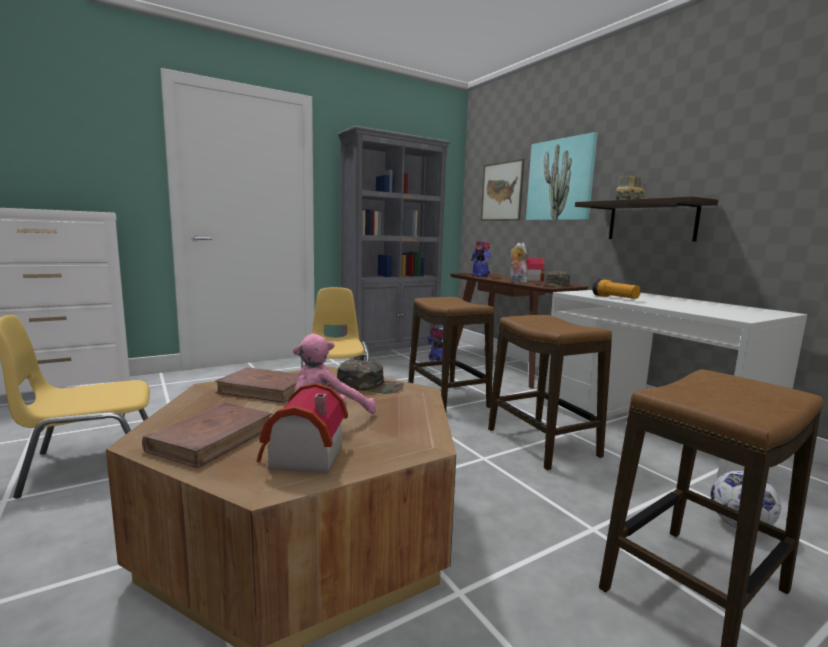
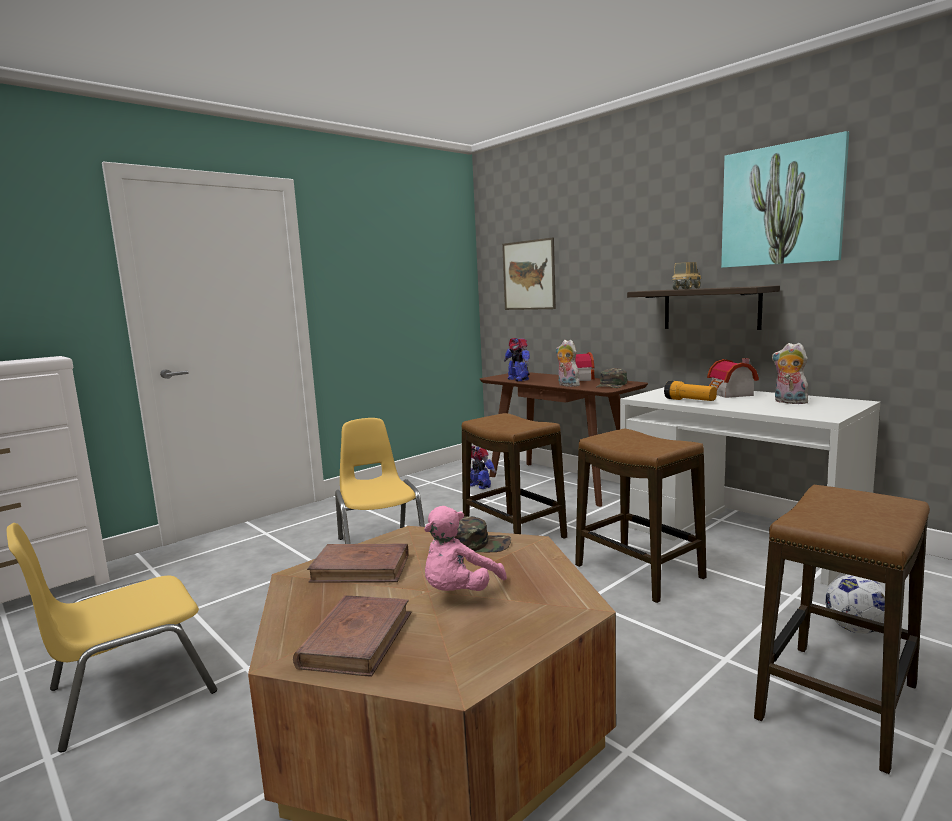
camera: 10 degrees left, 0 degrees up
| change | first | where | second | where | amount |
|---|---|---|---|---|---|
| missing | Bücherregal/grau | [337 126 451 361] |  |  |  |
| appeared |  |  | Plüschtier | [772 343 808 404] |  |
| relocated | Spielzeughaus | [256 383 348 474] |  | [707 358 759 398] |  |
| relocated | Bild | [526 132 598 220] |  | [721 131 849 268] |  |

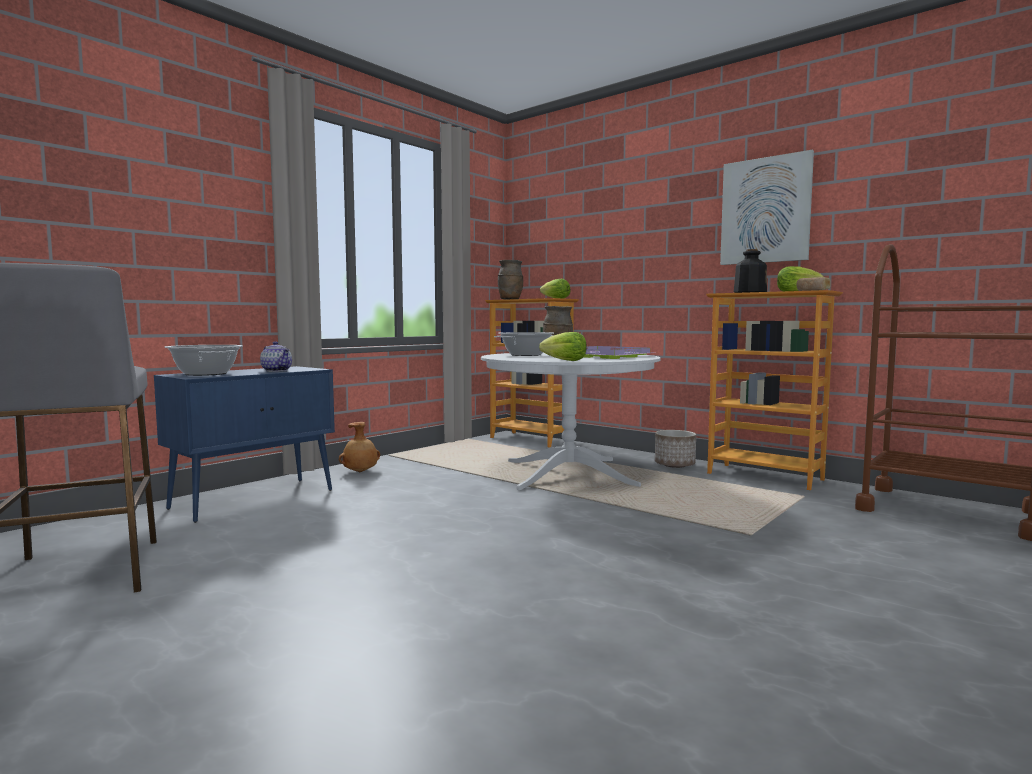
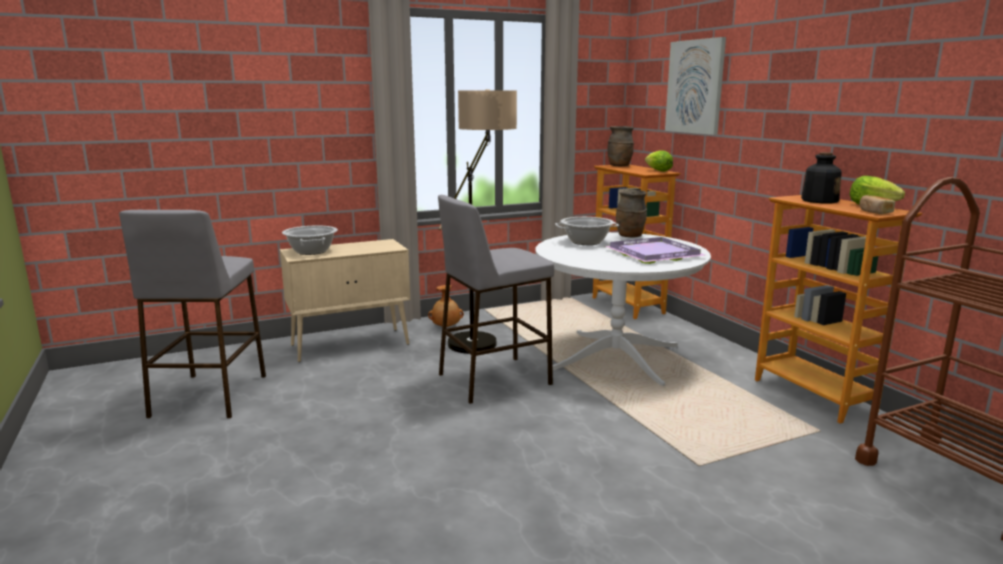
camera: 25 degrees right, 10 degrees up
| change | first | where | second | where | amount |
|---|---|---|---|---|---|
| missing | Teekanne | [260 341 292 372] |  |  |  |
| missing | Salatkopf | [539 332 587 361] |  |  |  |
| missing | Pflanzkübel | [655 430 696 468] |  |  |  |
| appeared |  |  | Hocker/grau | [438 195 554 404] |  |
| appeared |  |  | Stehlampe | [439 89 517 354] |  |
| relocated | Bild | [720 150 814 265] |  | [665 37 726 135] |  |
| colour | Schrank/blau | [154 366 335 523] | Schrank/beige | [280 239 410 362] |  |

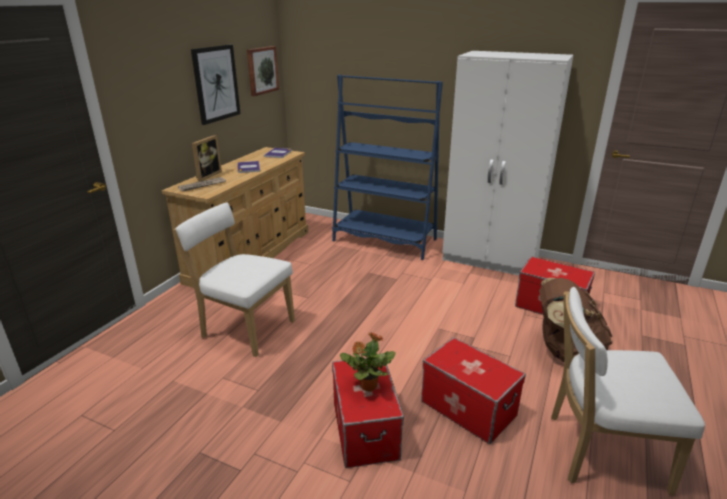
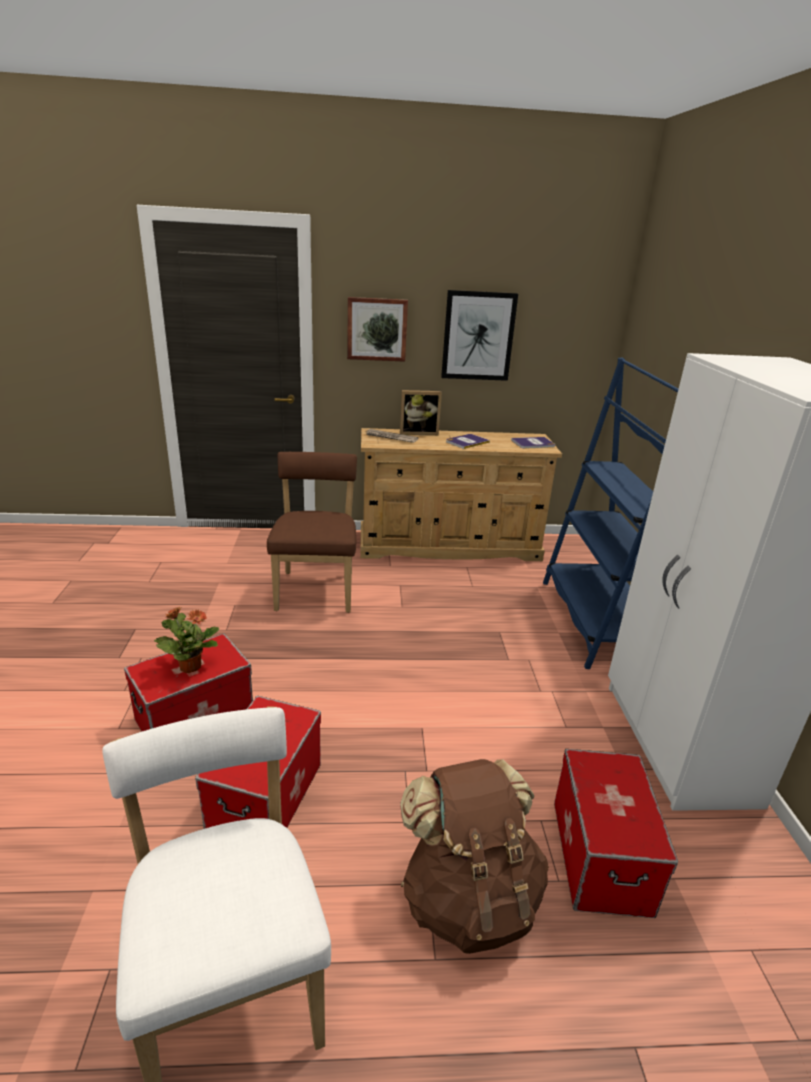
camera: 60 degrees right, 0 degrees up
| change | first | where | second | where | amount |
|---|---|---|---|---|---|
| relocated | Bild | [247 46 279 96] |  | [347 297 408 362] |  |
| colour | Stuhl/weiß | [173 203 295 357] | Stuhl/braun | [267 452 357 613] |  |

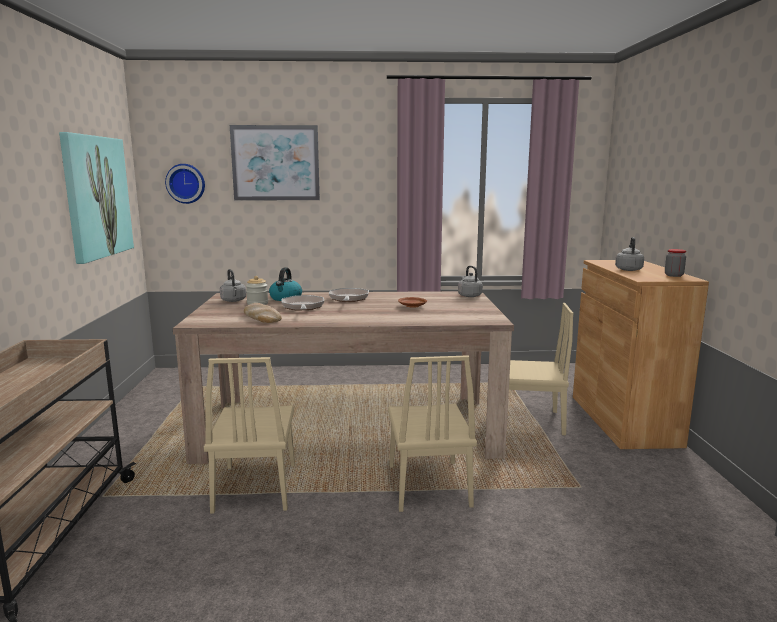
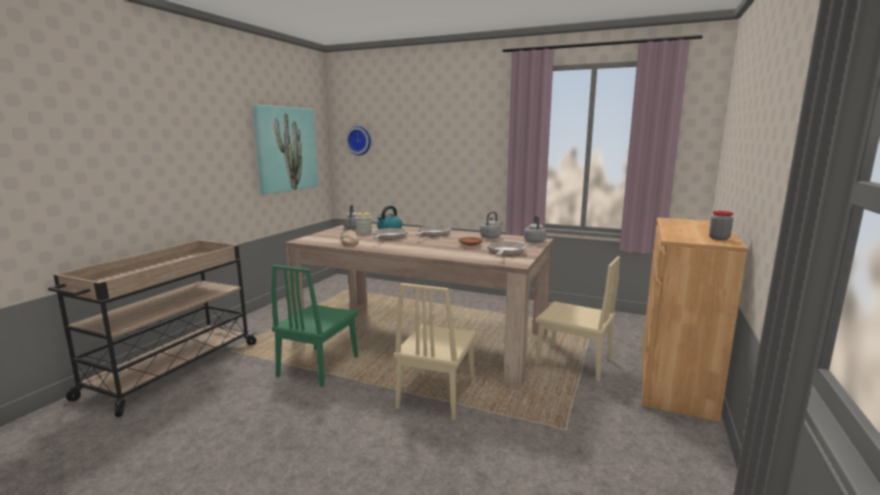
camera: 25 degrees right, 0 degrees up
| change | first | where | second | where | amount |
|---|---|---|---|---|---|
| missing | Bild | [230 125 320 200] |  |  |  |
| appeared |  |  | Pfanne | [487 241 527 256] |  |
| relocated | Wasserkessel/grau | [615 237 644 271] |  | [480 212 503 238] |  |
| colour | Stuhl/beige | [204 357 295 514] | Stuhl/grün | [271 265 358 387] |  |

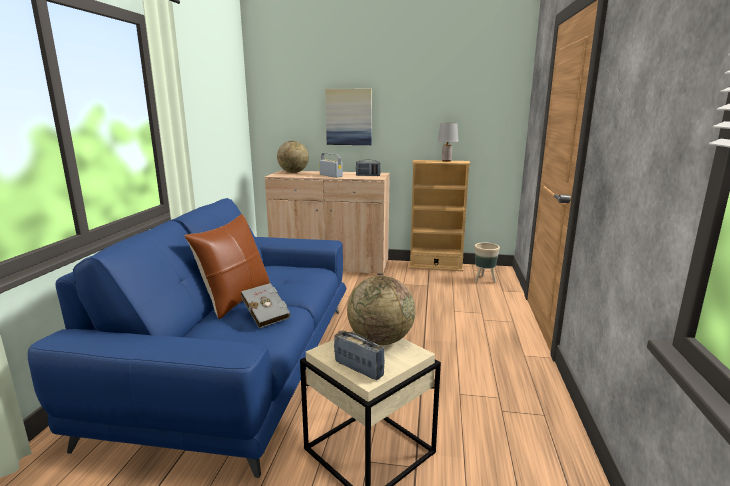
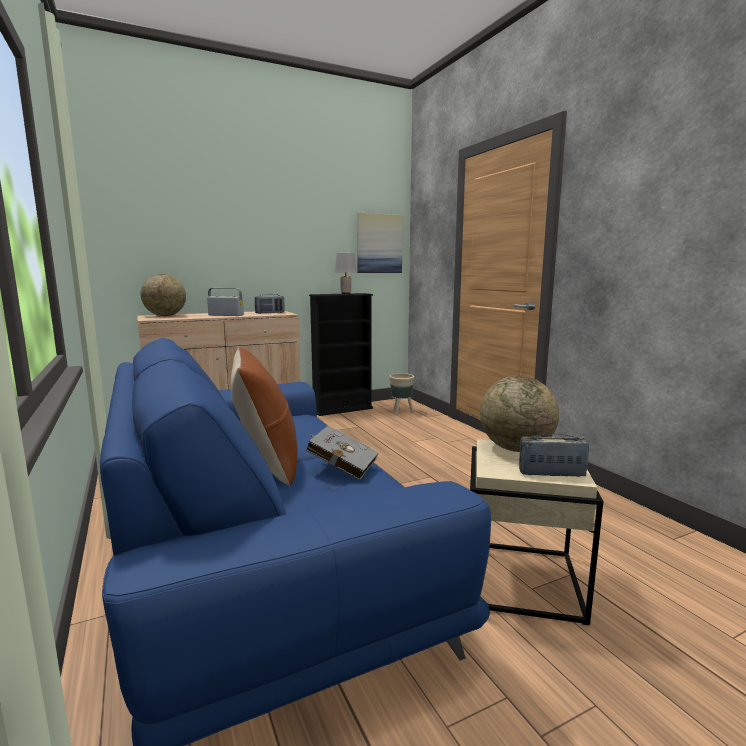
camera: 35 degrees left, 5 degrees down
| change | first | where | second | where | amount |
|---|---|---|---|---|---|
| relocated | Bild | [325 89 372 145] |  | [357 213 403 273] |  |
| colour | Bücherregal/beige | [409 160 471 271] | Bücherregal/schwarz | [309 293 373 416] |  |

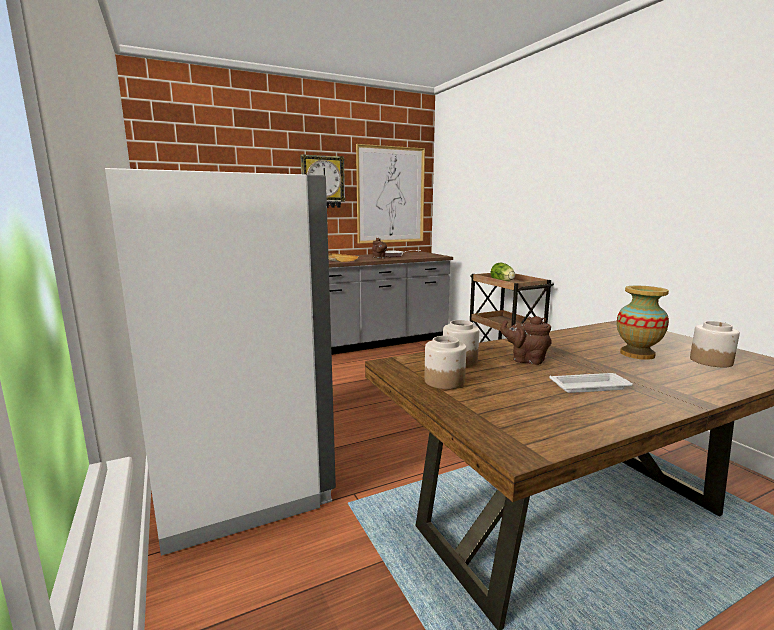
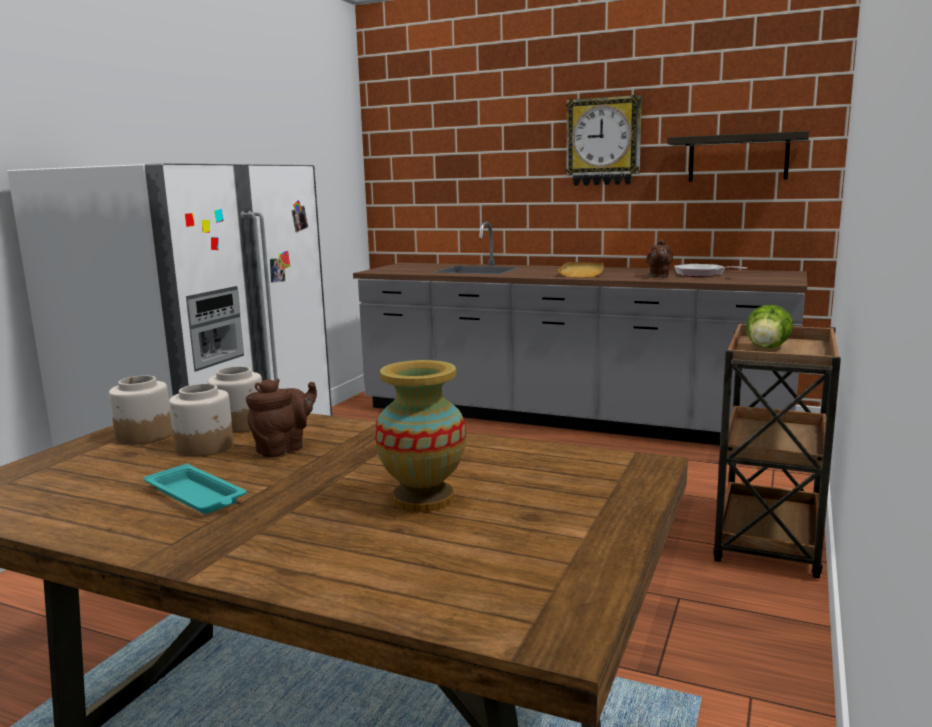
camera: 50 degrees right, 0 degrees up
| change | first | where | second | where | amount |
|---|---|---|---|---|---|
| relocated | Vorratsglas | [690 321 740 367] |  | [169 384 234 457] |  |
| exchanged | Bild | [356 144 425 244] | Wandregal | [667 131 809 182] |  |
| colour | Tablett/weiß | [549 373 633 393] | Tablett/türkis | [144 463 247 514] |  |
| spun | Teekanne/braun | [500 316 552 365] |  | [246 379 317 458] | 60 degrees clockwise |

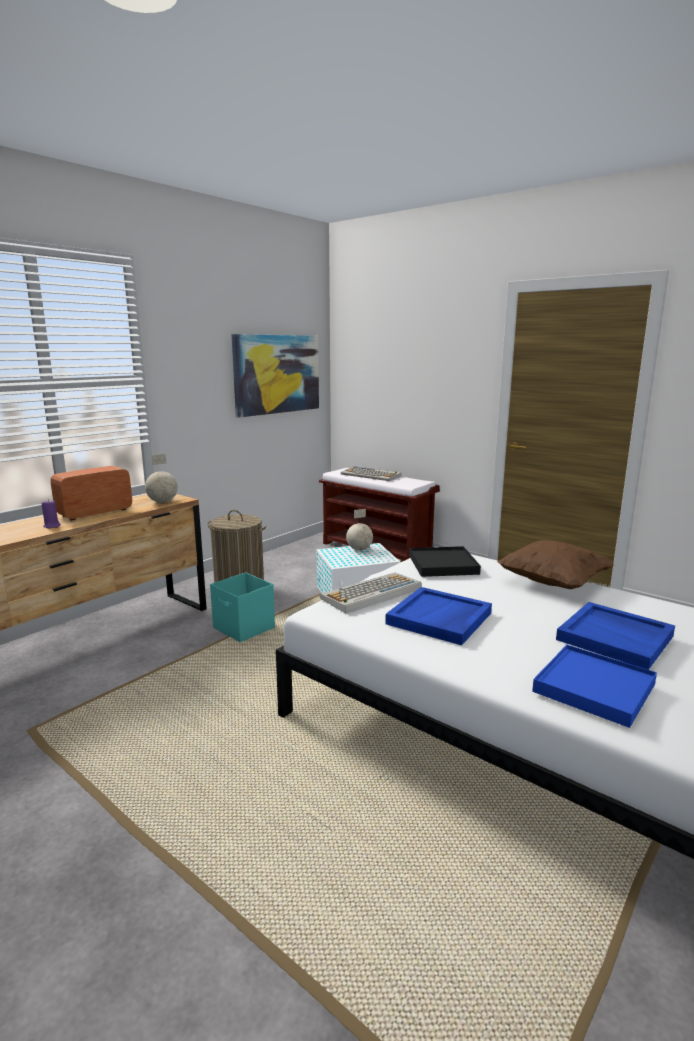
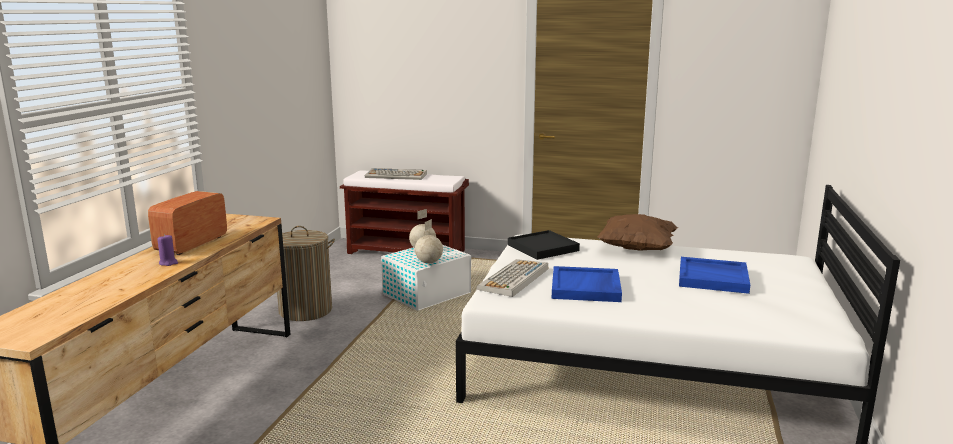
camera: 25 degrees left, 0 degrees up
| change | first | where | second | where | amount |
|---|---|---|---|---|---|
| missing | Aufbewahrungsbox/türkis | [210 572 275 642] |  |  |  |
| missing | Bild | [231 334 319 418] |  |  |  |
| missing | Tablett/blau | [532 645 657 728] |  |  |  |
| relocated | Globus | [145 454 178 503] |  | [415 219 443 263] |  |

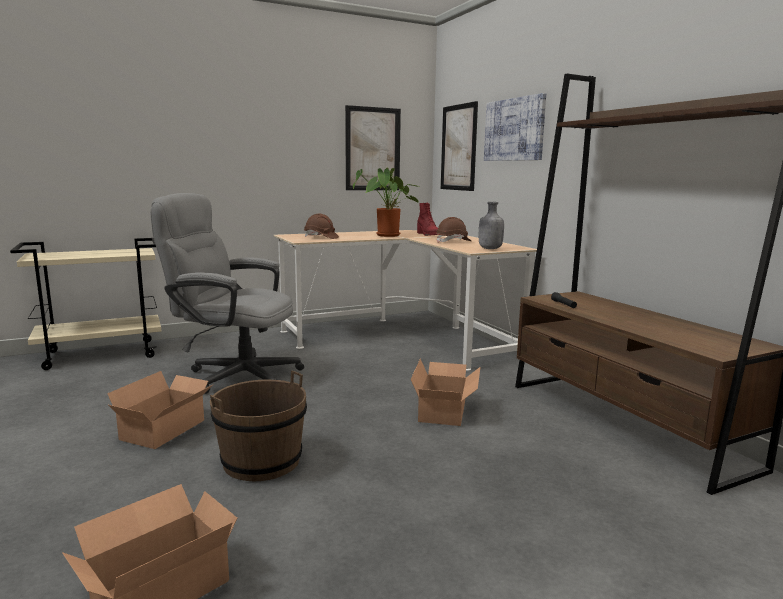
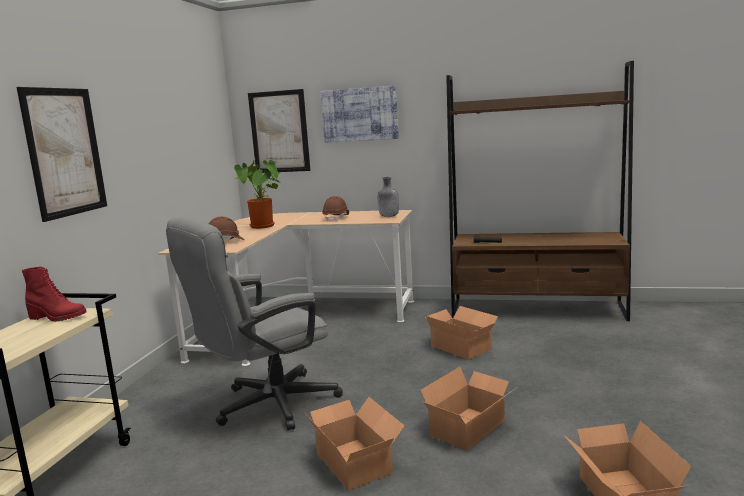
camera: 50 degrees left, 0 degrees up
| change | first | where | second | where | amount |
|---|---|---|---|---|---|
| relocated | Bild | [345 105 401 190] |  | [16 87 107 222] |  |
| relocated | Stiefel/rot | [417 202 438 236] |  | [22 267 87 322] |  |
| exchanged | Eimer/braun | [210 371 307 481] | Karton | [421 367 516 450] |  |

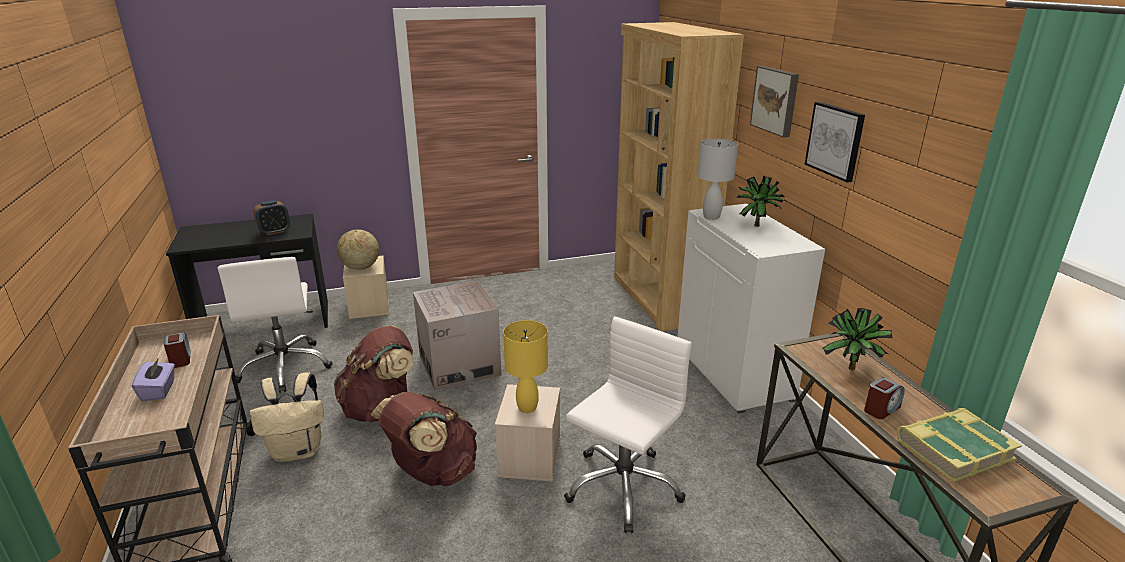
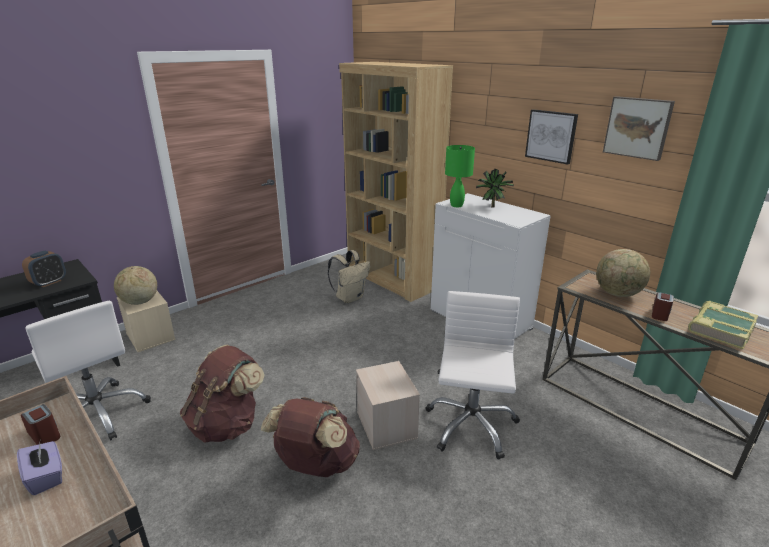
camera: 25 degrees left, 0 degrees up
| change | first | where | second | where | amount |
|---|---|---|---|---|---|
| missing | Karton | [413 281 502 391] |  |  |  |
| missing | Tischlampe/gelb | [503 320 548 413] |  |  |  |
| relocated | Rucksack/beige | [250 372 324 462] |  | [328 250 370 303] |  |
| relocated | Bild | [750 66 799 138] |  | [603 96 675 161] |  |
| exchanged | Topfpflanze | [823 308 893 370] | Globus | [596 249 650 297] |  |
| colour | Tischlampe/weiß | [698 139 738 220] | Tischlampe/grün | [445 145 475 207] |  |

